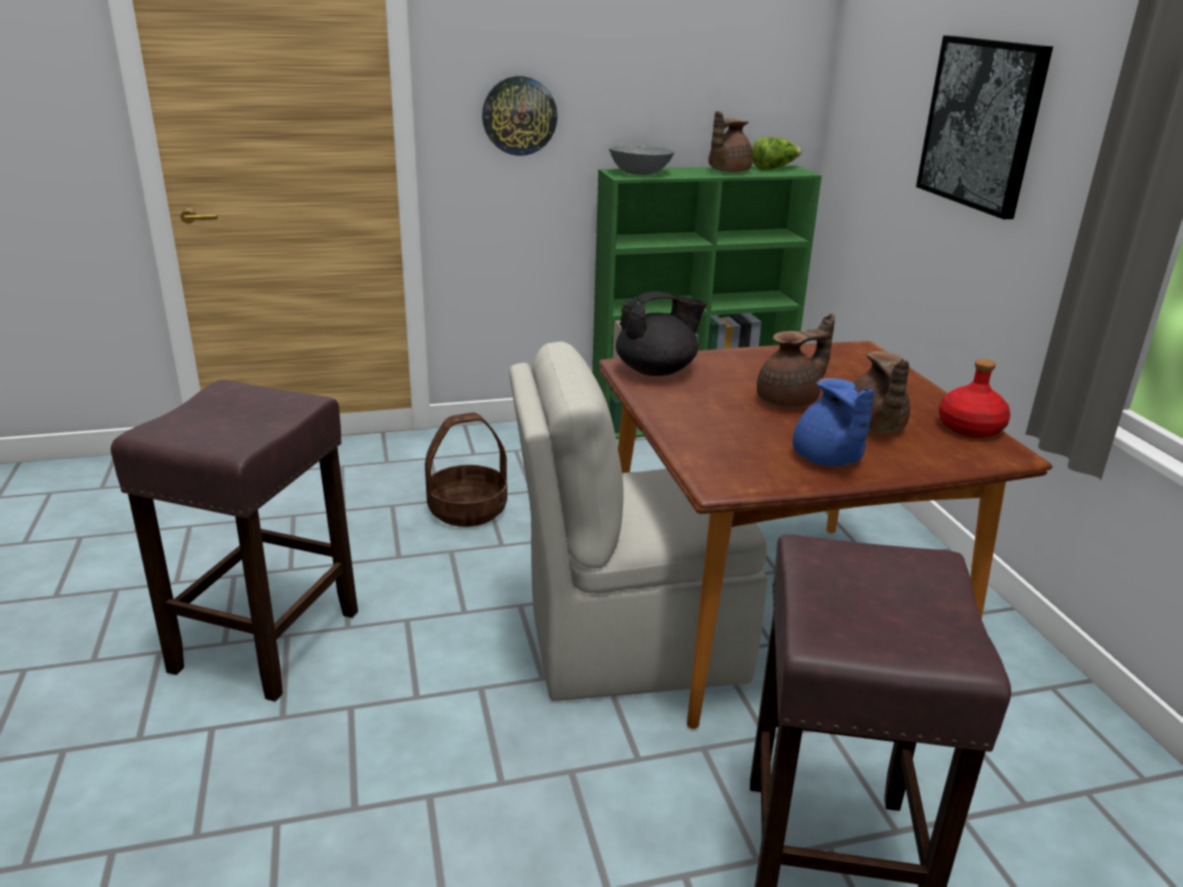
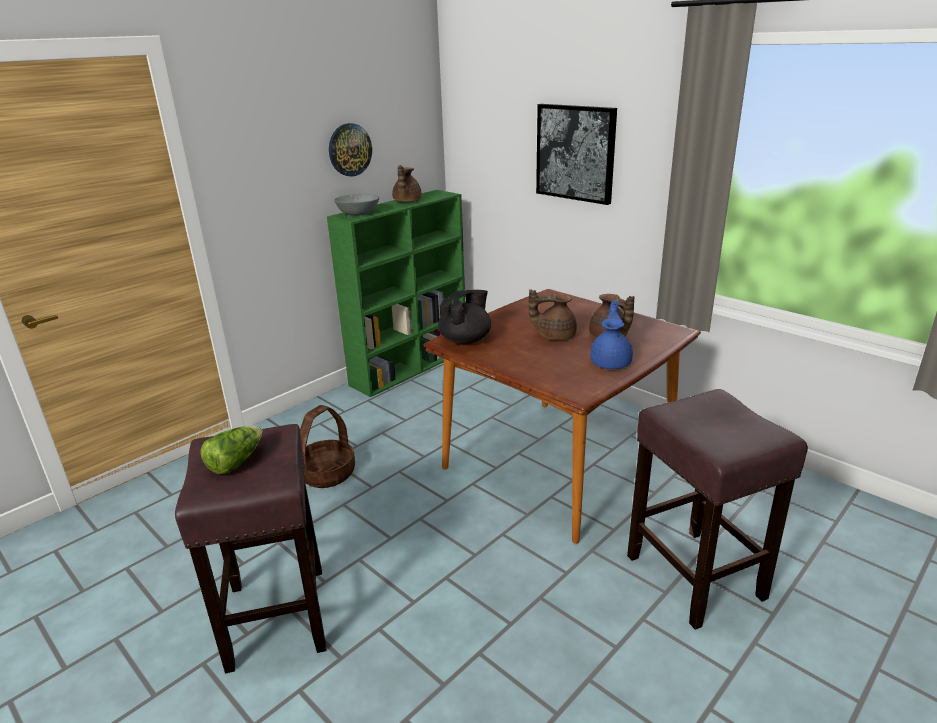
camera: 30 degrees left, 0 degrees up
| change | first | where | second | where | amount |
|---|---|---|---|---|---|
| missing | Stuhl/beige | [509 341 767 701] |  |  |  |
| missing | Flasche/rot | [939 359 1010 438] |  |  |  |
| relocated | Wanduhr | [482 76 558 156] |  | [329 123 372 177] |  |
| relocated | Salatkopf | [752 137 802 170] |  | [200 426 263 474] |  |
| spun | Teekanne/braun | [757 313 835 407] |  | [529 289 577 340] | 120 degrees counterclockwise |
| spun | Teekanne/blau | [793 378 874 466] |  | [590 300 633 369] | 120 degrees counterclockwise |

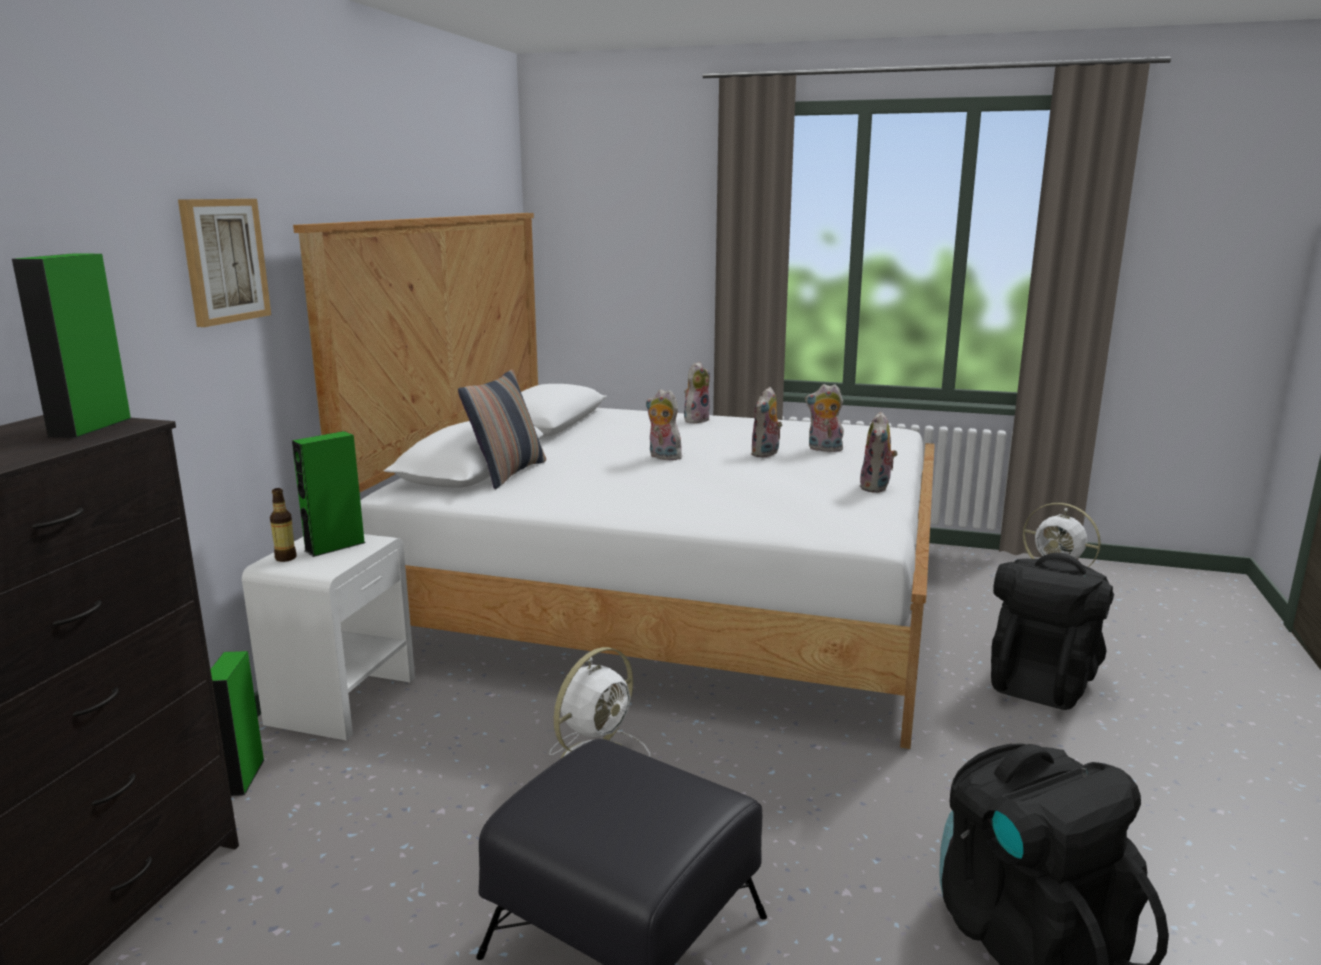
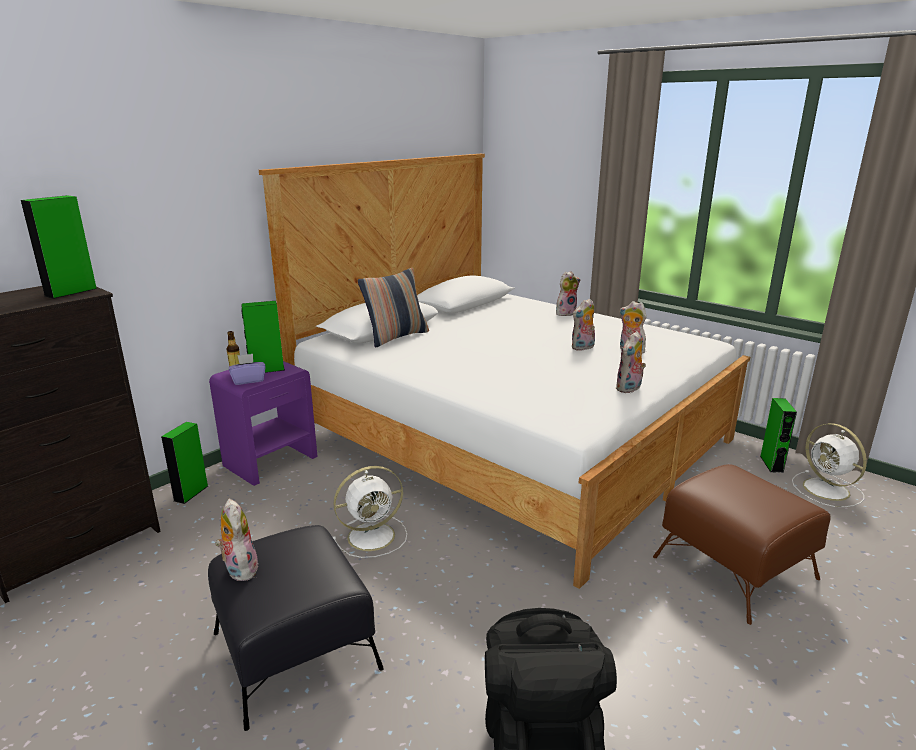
camera: 25 degrees right, 5 degrees up
| change | first | where | second | where | amount |
|---|---|---|---|---|---|
| missing | Bild | [178 199 271 327] |  |  |  |
| appeared |  |  | Taschentuchbox/lila | [229 354 266 385] |  |
| appeared |  |  | Lautsprecher/grün | [760 398 797 473] |  |
| relocated | Plüschtier | [646 389 682 460] |  | [215 499 259 581] |  |
| exchanged | Rucksack/schwarz | [991 553 1114 710] | Polsterhocker/braun | [653 464 831 625] |  |
| colour | Nachttisch/weiß | [242 534 415 741] | Nachttisch/lila | [209 361 318 486] |  |

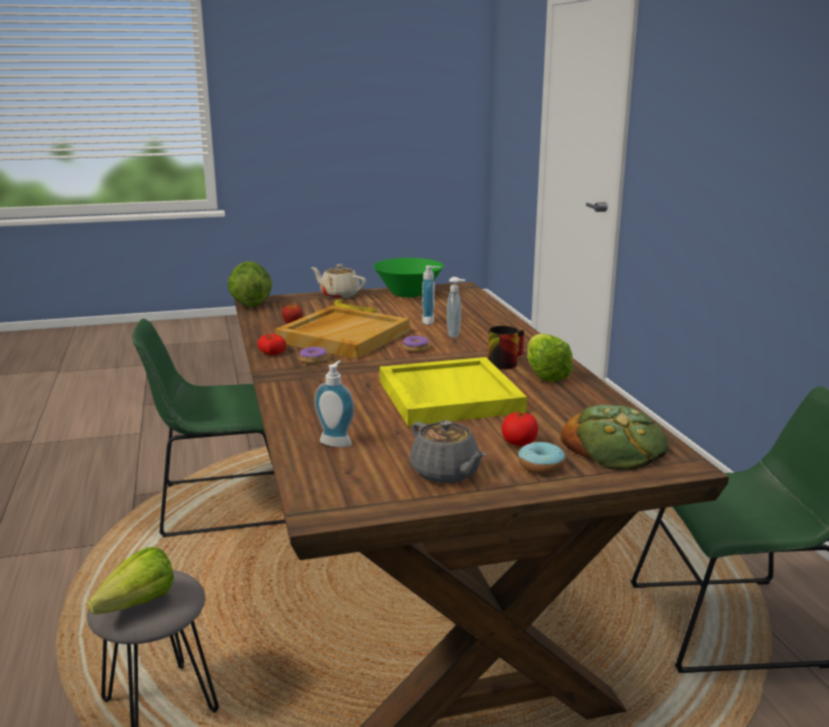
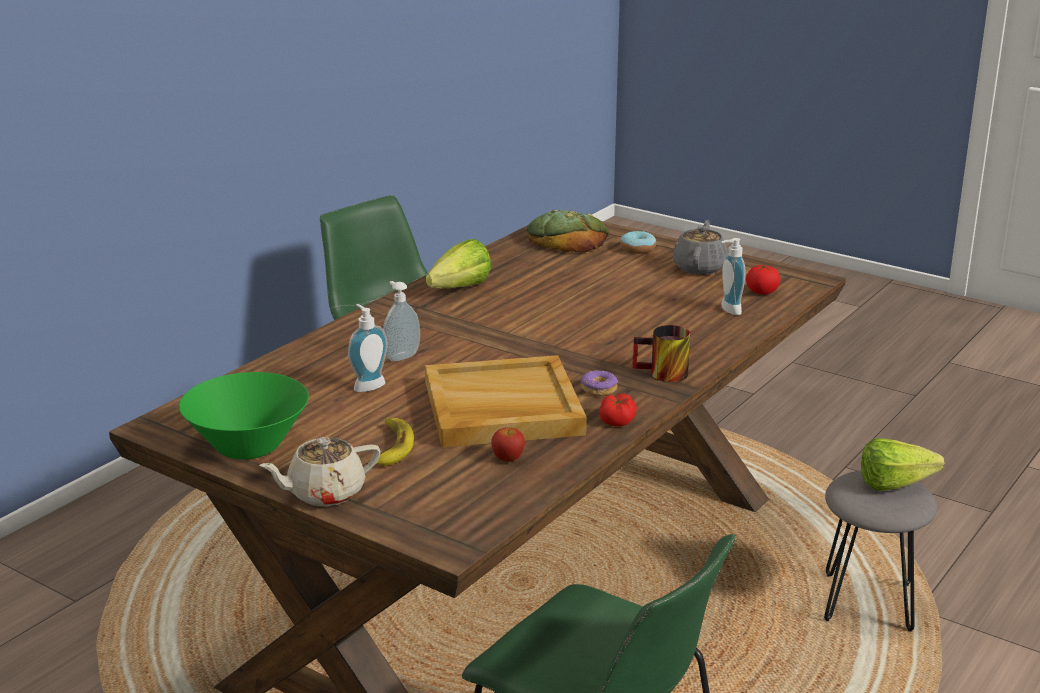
camera: 130 degrees left, 5 degrees up
| change | first | where | second | where | amount |
|---|---|---|---|---|---|
| missing | Salatkopf | [227 261 272 307] |  |  |  |
| missing | Tablett/gelb | [380 357 527 426] |  |  |  |
| missing | Donut | [403 336 430 352] |  |  |  |
| relocated | Henkelbecher | [488 326 524 370] |  | [632 325 690 382] |  |
| relocated | Tomate | [502 411 538 446] |  | [746 264 781 295] |  |
| spun | Teekanne/beige | [311 264 366 299] |  | [259 437 381 506] | 75 degrees clockwise |

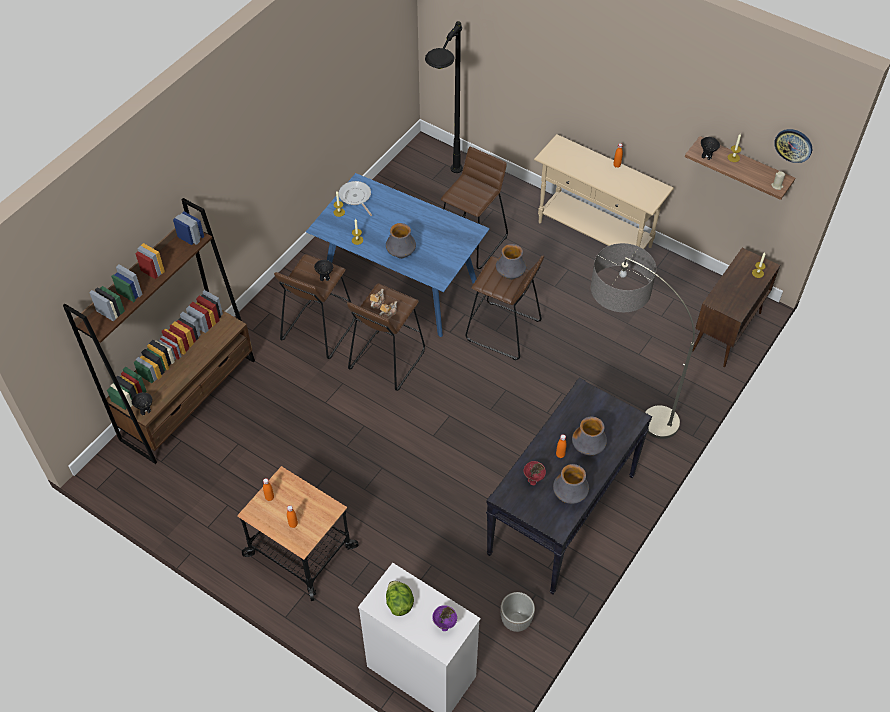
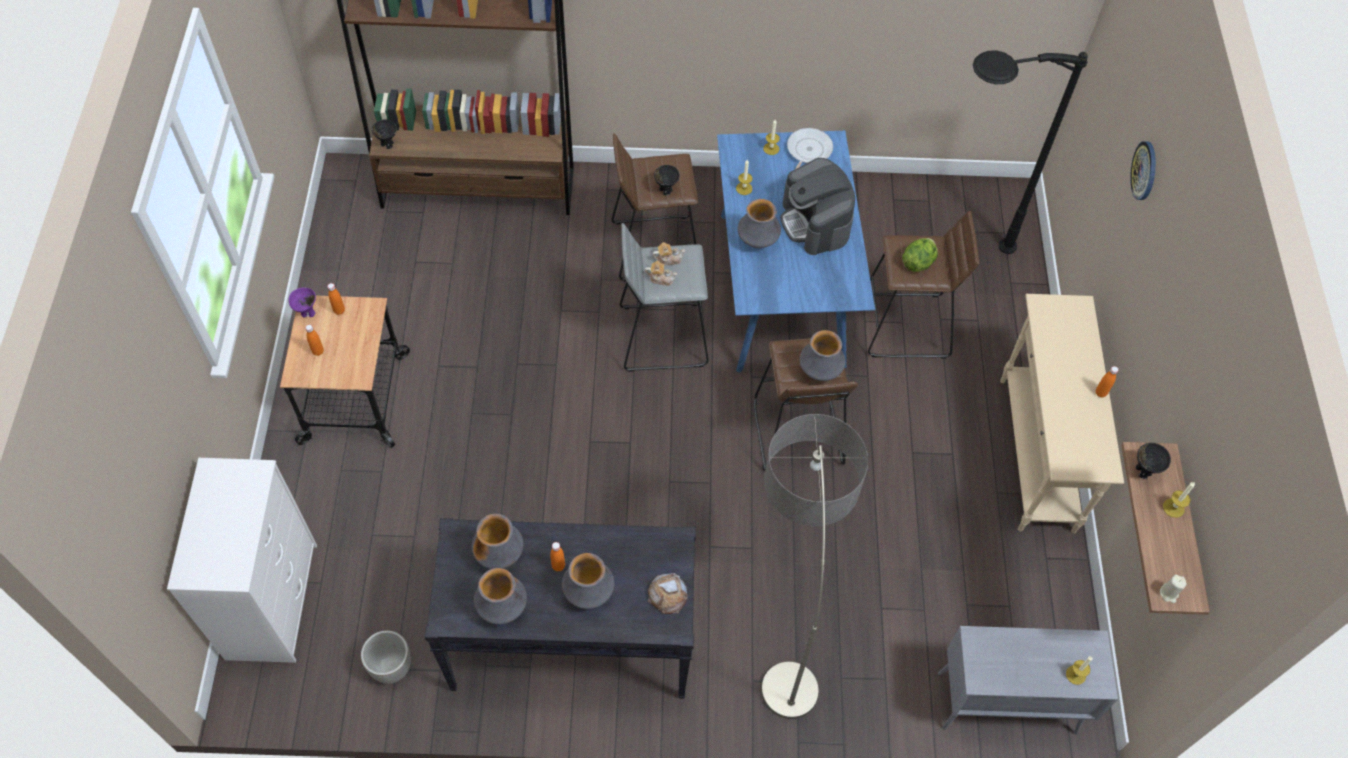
camera: 55 degrees right, 5 degrees up
| change | first | where | second | where | amount |
|---|---|---|---|---|---|
| appeared |  |  | Brot | [648 573 688 614] |  |
| appeared |  |  | Kaffeemaschine | [780 158 855 255] |  |
| relocated | Salatkopf | [386 581 414 616] |  | [902 238 938 272] |  |
| relocated | Schüssel/lila | [432 605 457 631] |  | [288 287 316 318] |  |
| relocated | Wanduhr | [774 129 812 163] |  | [1130 141 1156 200] |  |
| exchanged | Schüssel/rot | [524 461 546 485] | Vase | [472 514 524 569] |  |
| colour | Hocker/braun | [347 283 425 391] | Hocker/grau | [620 223 709 372] |  |
| colour | Schrank/braun | [692 247 780 367] | Schrank/grau | [938 626 1118 734] |  |

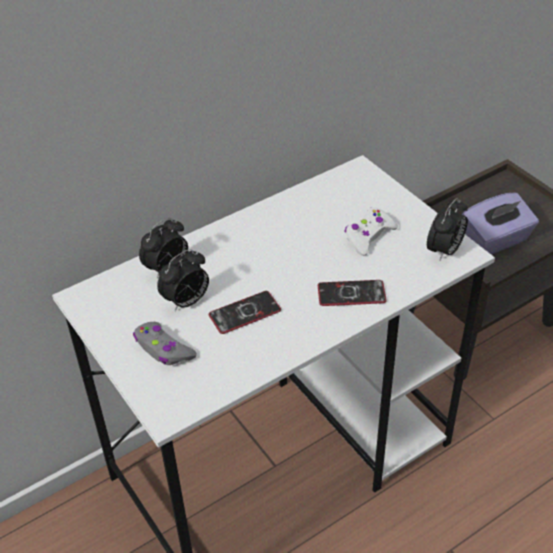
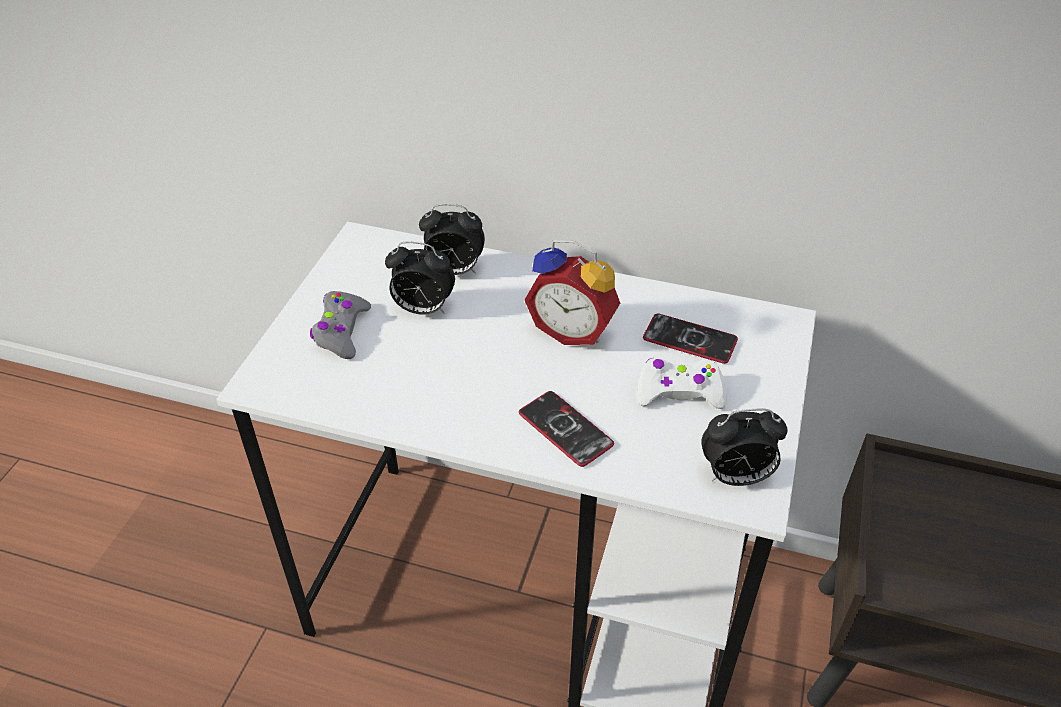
camera: 50 degrees right, 0 degrees up
| change | first | where | second | where | amount |
|---|---|---|---|---|---|
| missing | Taschentuchbox/lila | [462 193 539 254] |  |  |  |
| appeared |  |  | Wecker | [524 240 620 345] |  |
| relocated | Handy | [209 291 281 334] |  | [643 313 738 364] |  |

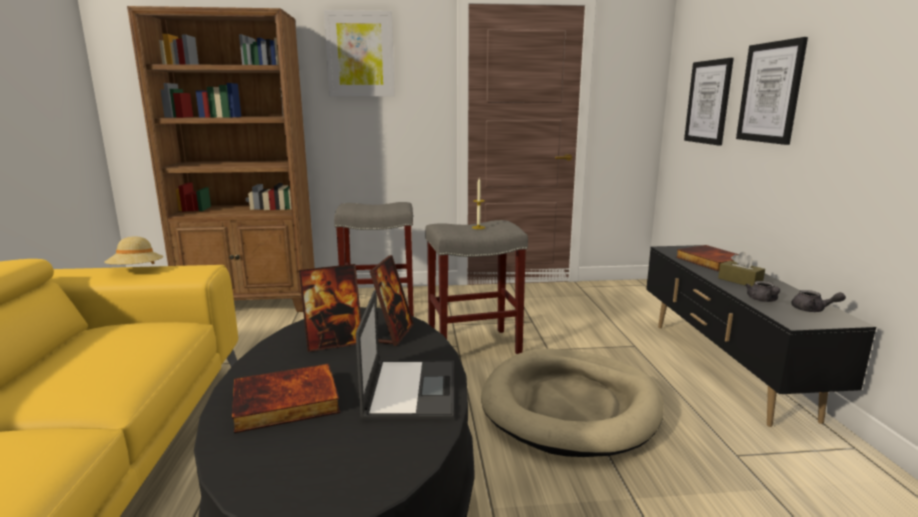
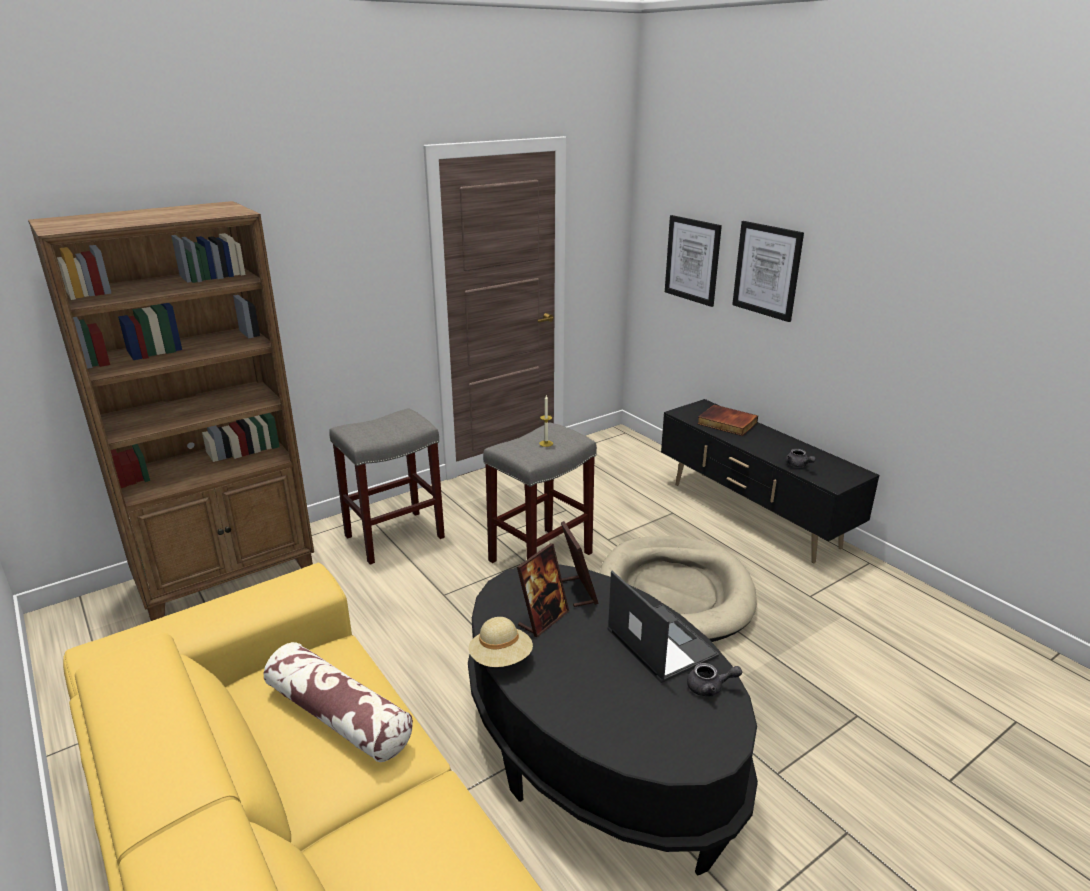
camera: 30 degrees left, 10 degrees up
| change | first | where | second | where | amount |
|---|---|---|---|---|---|
| missing | Buch | [232 363 340 433] |  |  |  |
| missing | Bild | [324 10 395 97] |  |  |  |
| missing | Taschentuchbox/braun | [718 252 765 286] |  |  |  |
| appeared |  |  | Kissen | [264 642 413 762] |  |
| relocated | Hut/beige | [104 236 163 265] |  | [469 617 533 667] |  |
| relocated | Teekanne/grau | [791 290 846 312] |  | [687 663 742 697] |  |

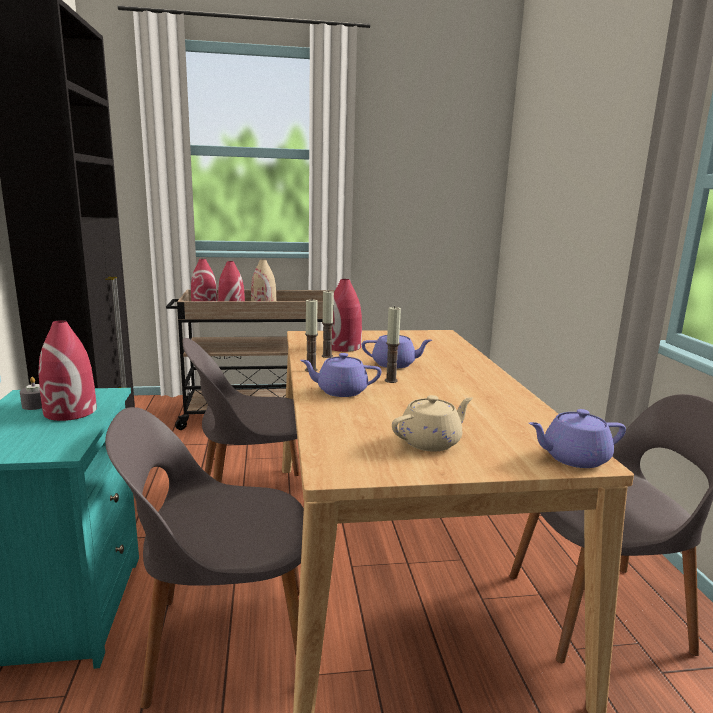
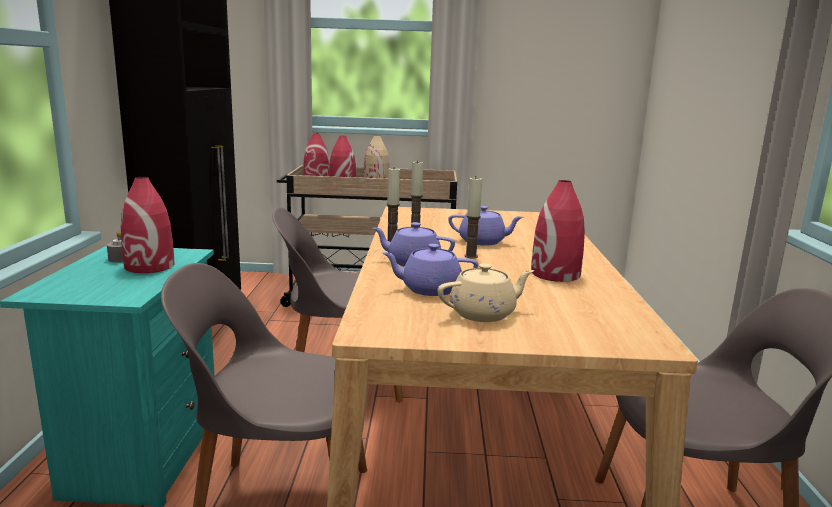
camera: 10 degrees right, 0 degrees up
| change | first | where | second | where | amount |
|---|---|---|---|---|---|
| relocated | Vase/rot | [331 279 362 352] |  | [531 180 585 282] |  |
| relocated | Teekanne/lila | [529 409 626 468] |  | [382 244 478 296] |  |

